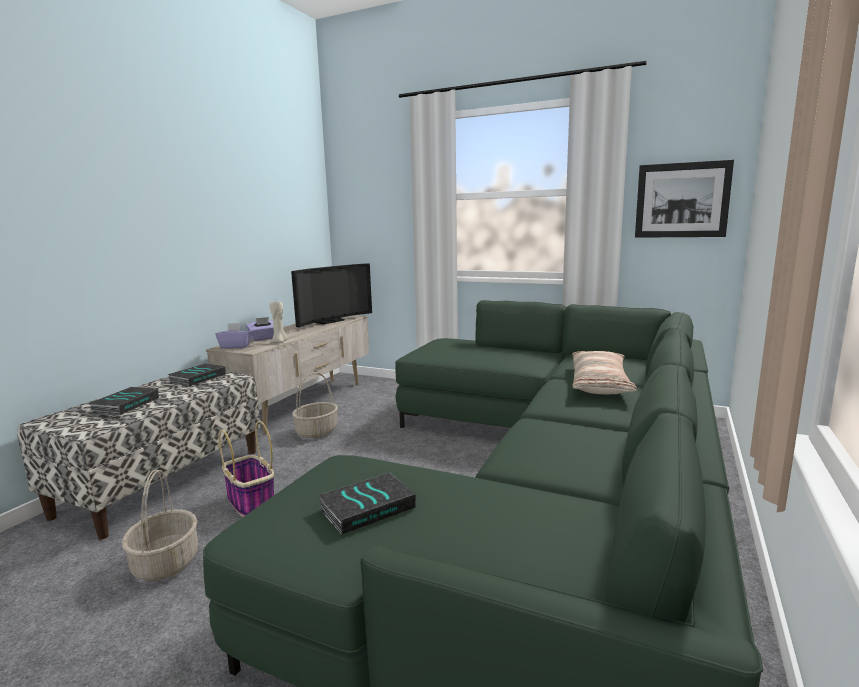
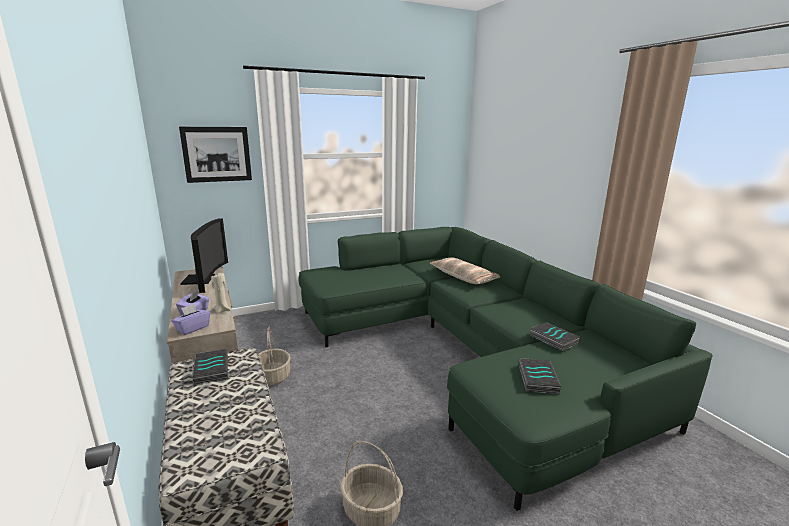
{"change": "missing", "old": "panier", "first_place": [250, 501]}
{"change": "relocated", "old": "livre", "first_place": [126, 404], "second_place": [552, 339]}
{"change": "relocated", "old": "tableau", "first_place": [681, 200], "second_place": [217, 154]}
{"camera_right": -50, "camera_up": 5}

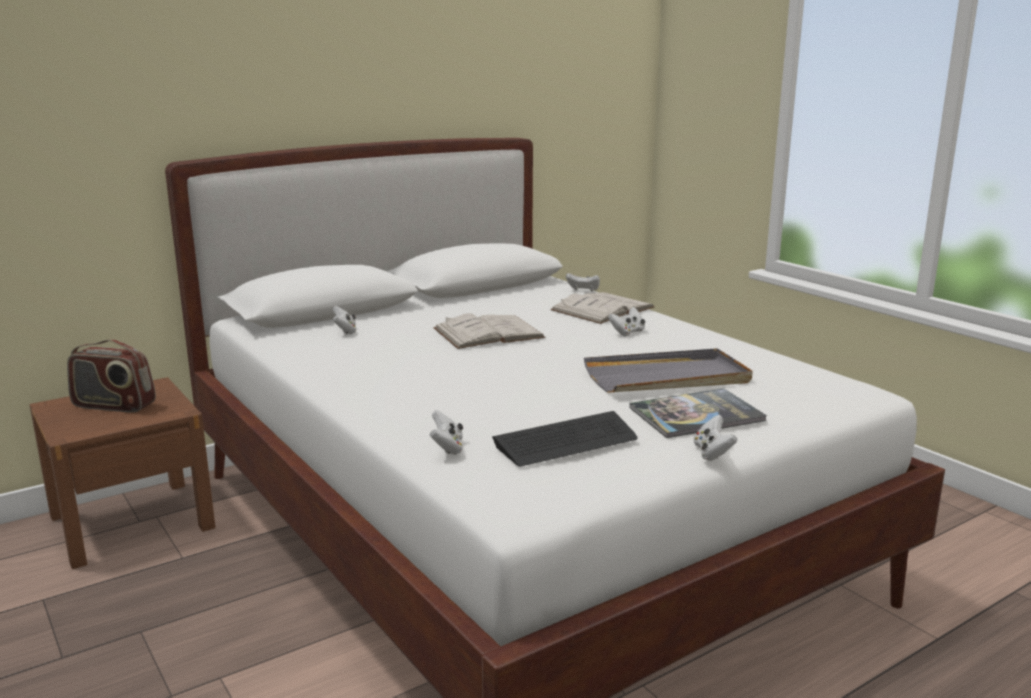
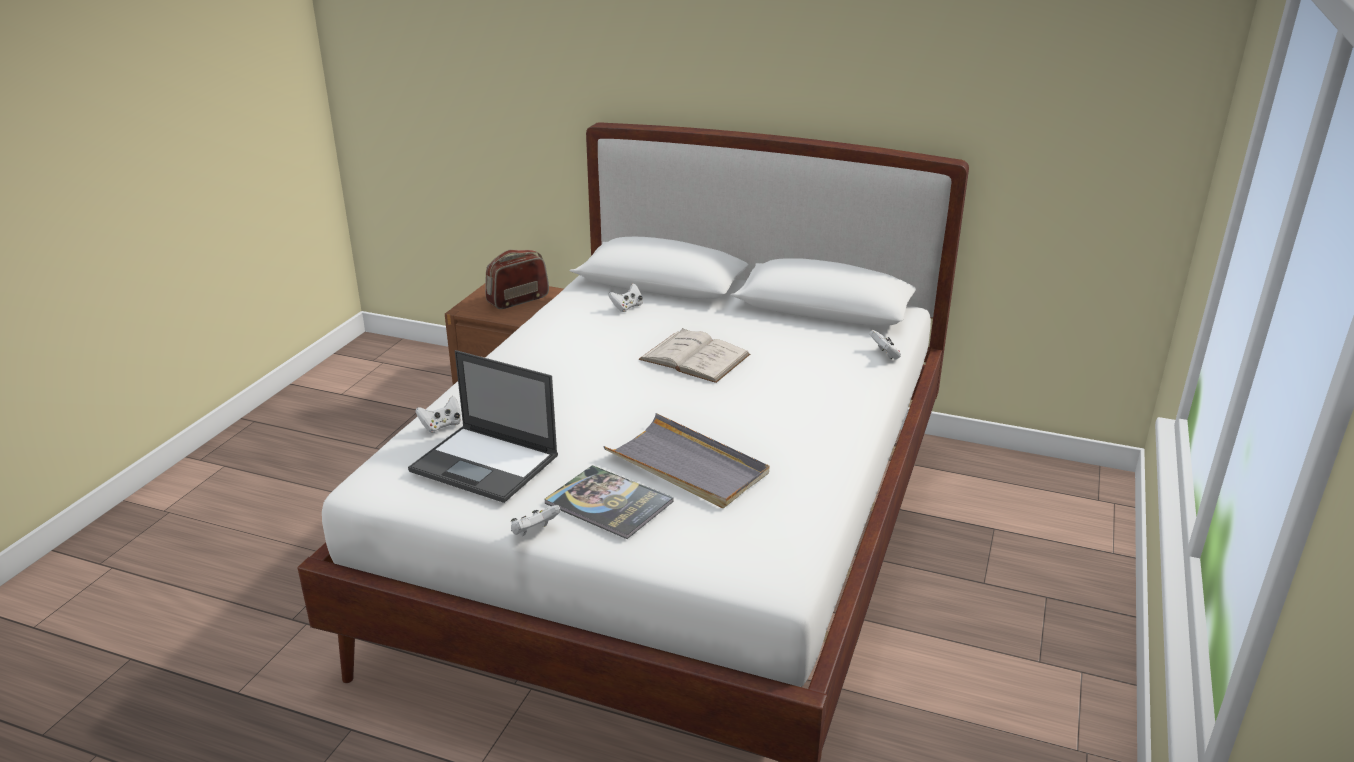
{"change": "missing", "old": "livre/blanc", "first_place": [602, 308]}
{"change": "missing", "old": "manette/blanc", "first_place": [627, 332]}
{"change": "exchanged", "old": "clavier", "new": "ordinateur portable", "first_place": [566, 442], "second_place": [486, 464]}
{"change": "spun", "old": "radio", "first_place": [113, 406], "second_place": [518, 300], "degrees": 75}
{"camera_right": 55, "camera_up": 10}

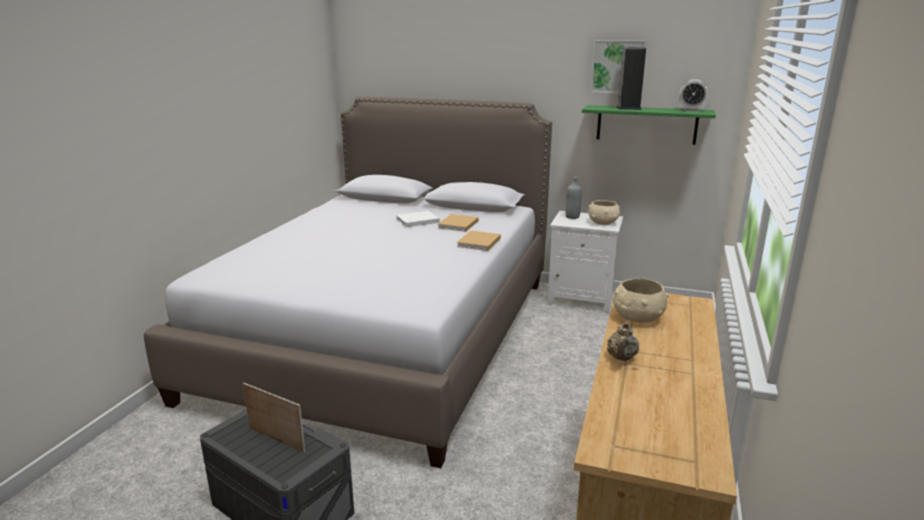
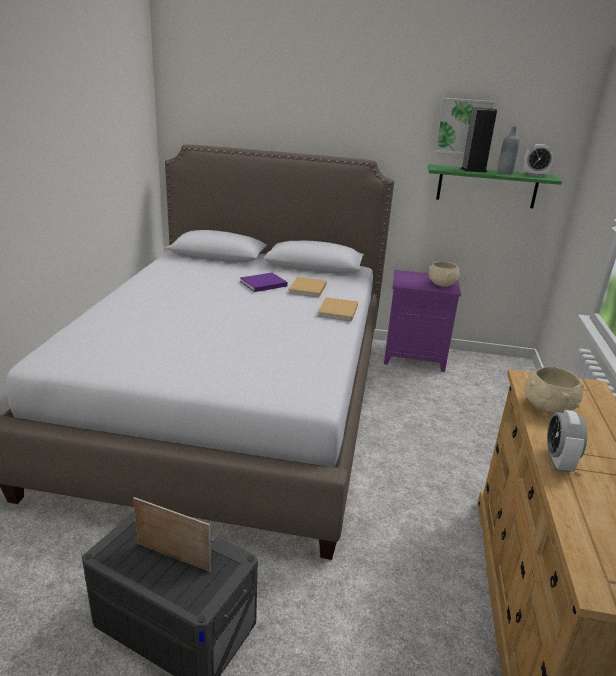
{"change": "relocated", "old": "bouteille/gris", "first_place": [572, 217], "second_place": [504, 172]}
{"change": "exchanged", "old": "théière/beige", "new": "réveil", "first_place": [621, 358], "second_place": [558, 461]}
{"change": "colour", "old": "livre/blanc", "new": "livre/violet", "first_place": [416, 221], "second_place": [262, 284]}
{"change": "colour", "old": "table de chevet/blanc", "new": "table de chevet/violet", "first_place": [582, 299], "second_place": [415, 357]}
{"camera_right": -10, "camera_up": 5}

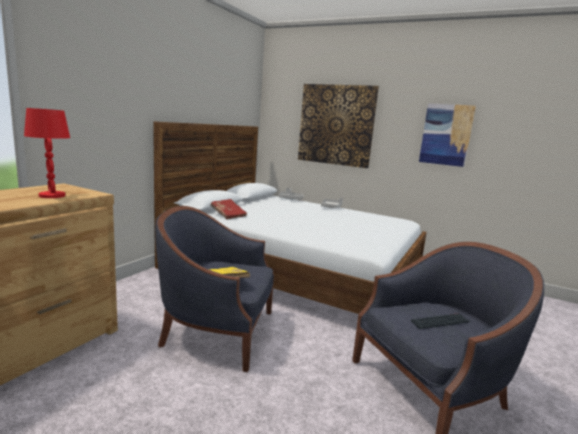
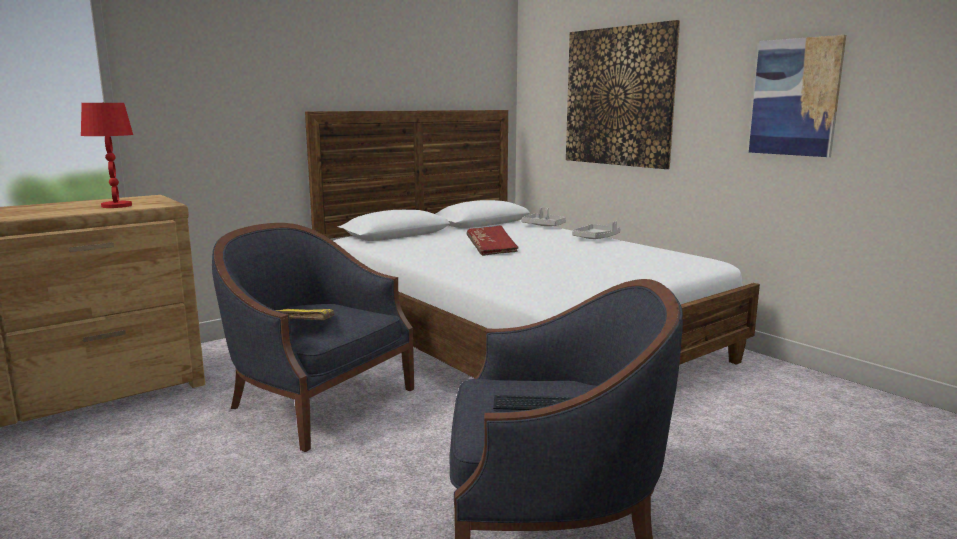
{"change": "relocated", "old": "livre/rouge", "first_place": [228, 215], "second_place": [491, 249]}
{"camera_right": 25, "camera_up": 0}

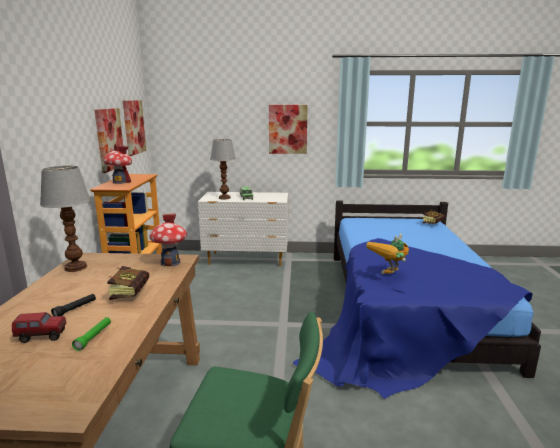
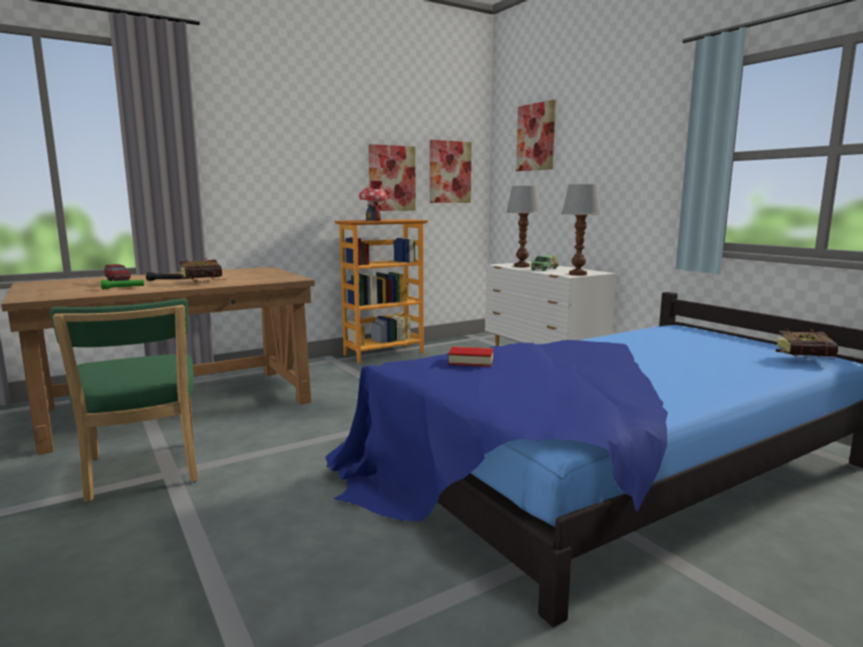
{"change": "missing", "old": "maison miniature", "first_place": [170, 262]}
{"change": "relocated", "old": "lampe de table", "first_place": [76, 267], "second_place": [578, 274]}
{"change": "relocated", "old": "tableau", "first_place": [288, 129], "second_place": [536, 137]}
{"change": "exchanged", "old": "robot jouet", "new": "livre", "first_place": [389, 276], "second_place": [471, 361]}
{"camera_right": 55, "camera_up": -5}

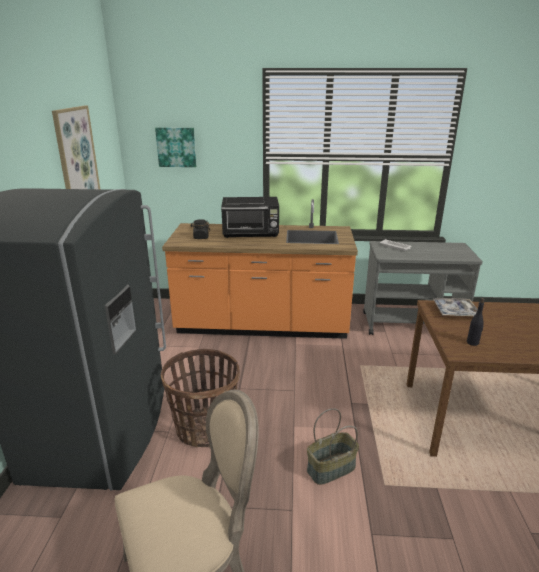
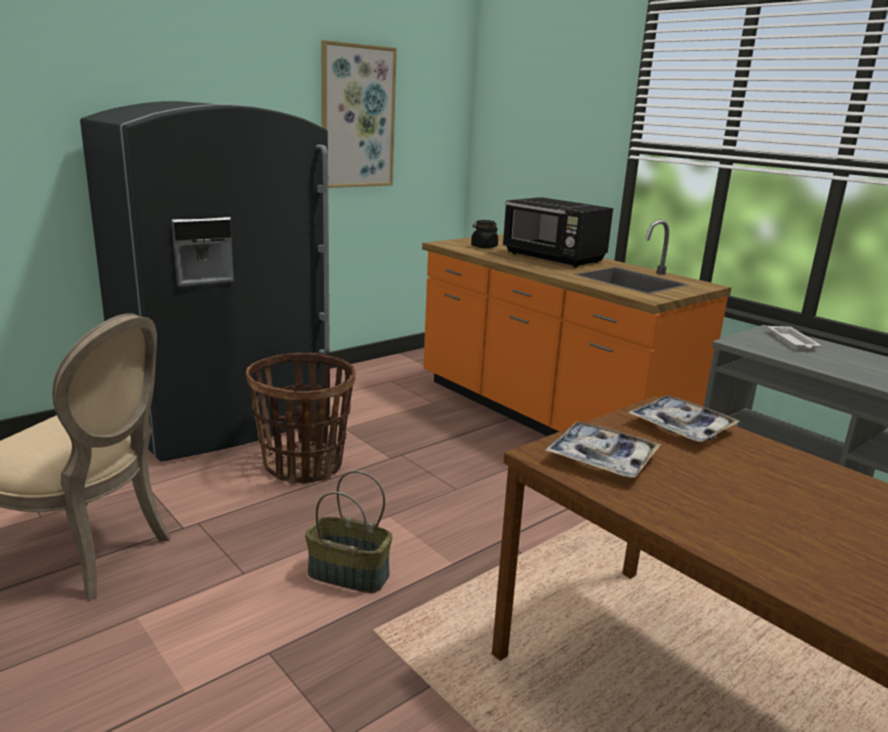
{"change": "missing", "old": "tableau", "first_place": [176, 147]}
{"change": "exchanged", "old": "bouteille/noir", "new": "plateau", "first_place": [473, 342], "second_place": [601, 459]}
{"camera_right": 45, "camera_up": -5}

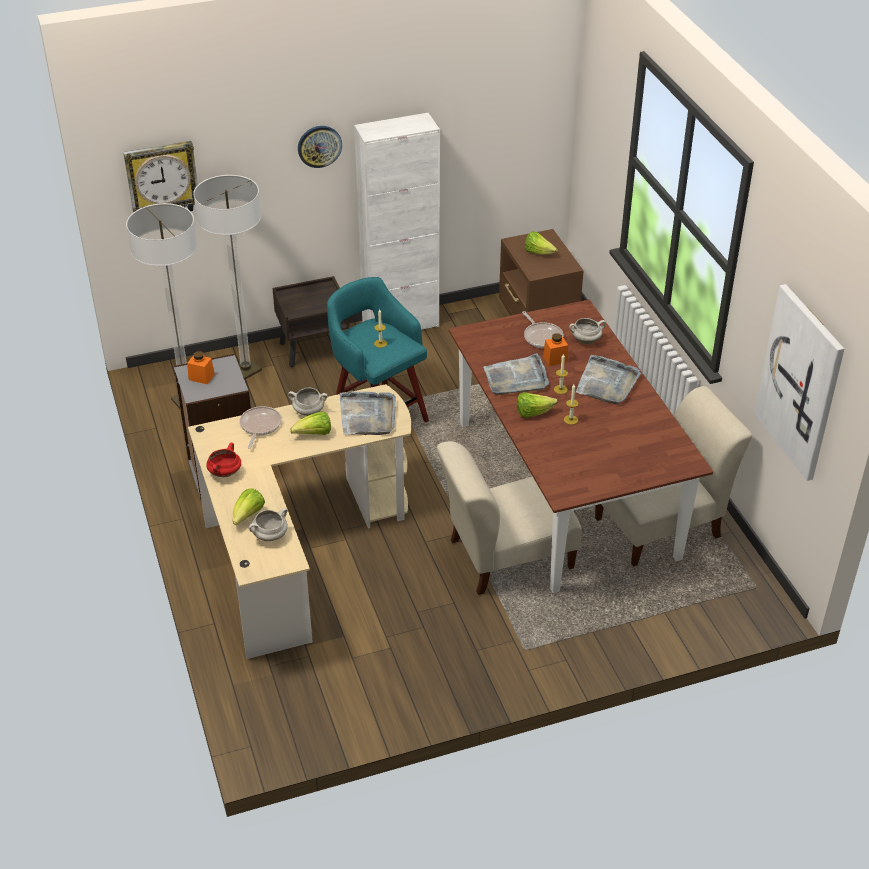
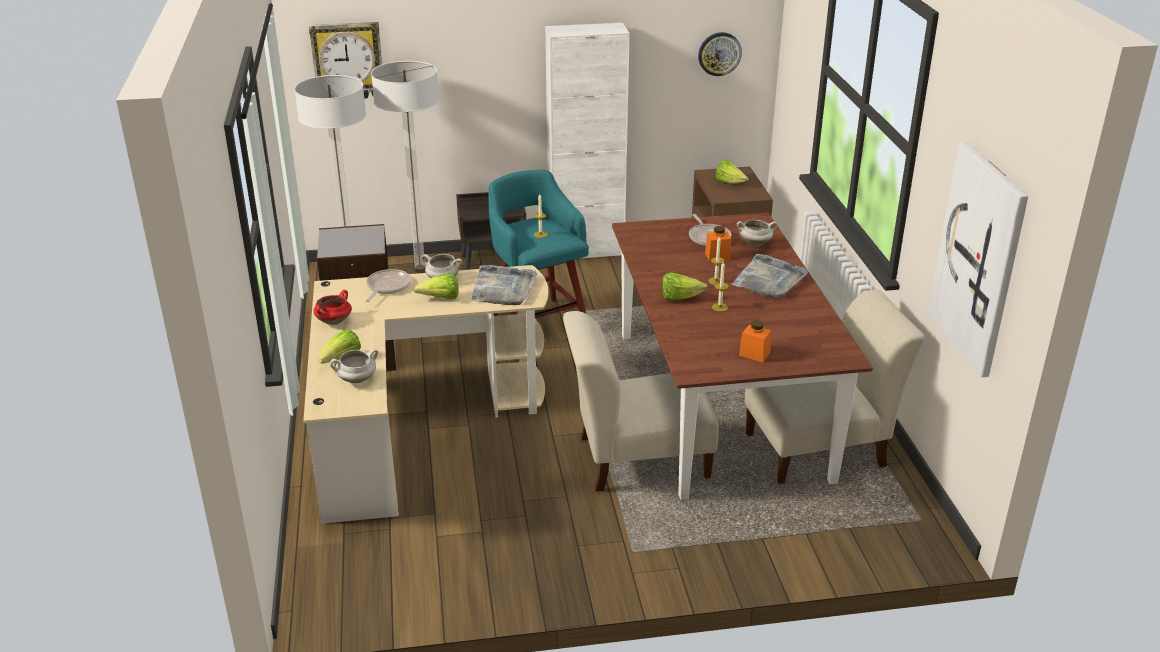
{"change": "missing", "old": "plateau/gris", "first_place": [516, 378]}
{"change": "relocated", "old": "bocal/orange", "first_place": [201, 377], "second_place": [754, 354]}
{"change": "relocated", "old": "horloge murale", "first_place": [319, 146], "second_place": [719, 53]}
{"camera_right": 10, "camera_up": -10}

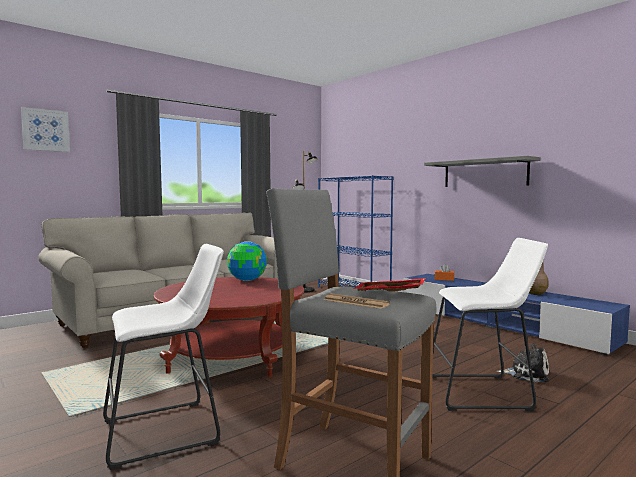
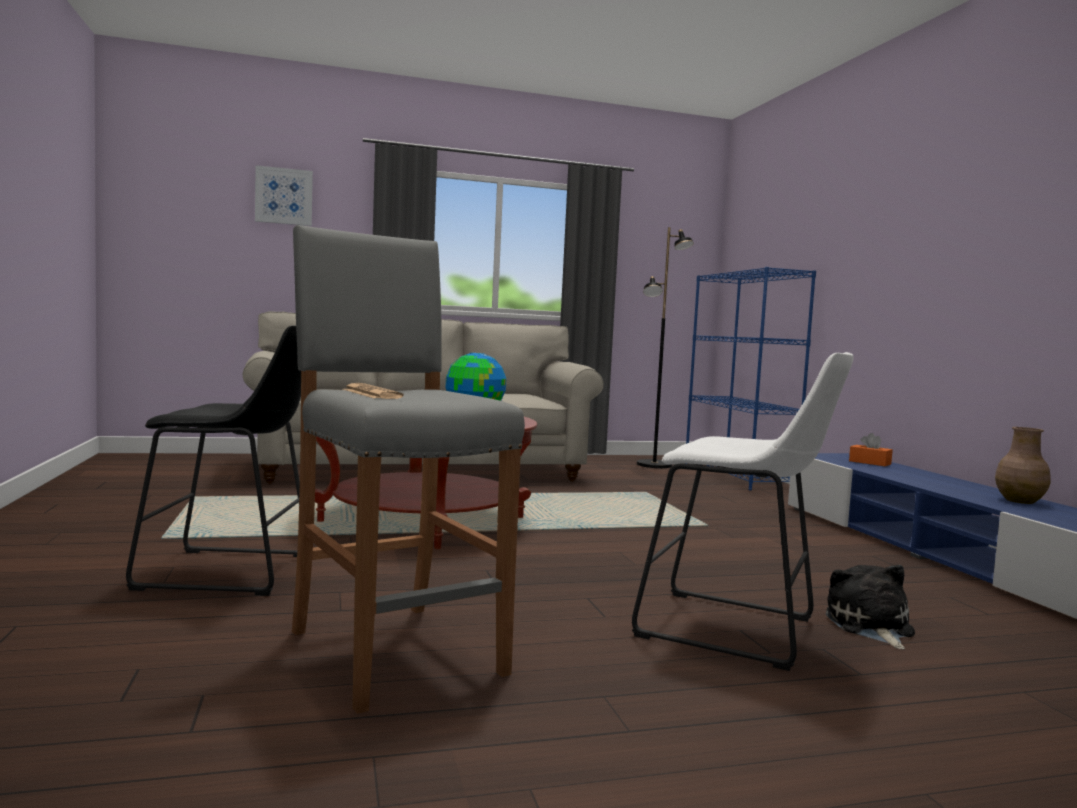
{"change": "missing", "old": "plateau/rouge", "first_place": [389, 294]}
{"change": "missing", "old": "étagère/gris", "first_place": [484, 173]}
{"change": "colour", "old": "tabouret/blanc", "new": "tabouret/noir", "first_place": [168, 431], "second_place": [235, 572]}
{"change": "spun", "old": "peluche", "first_place": [526, 374], "second_place": [870, 626], "degrees": -135}
{"camera_right": 25, "camera_up": 0}

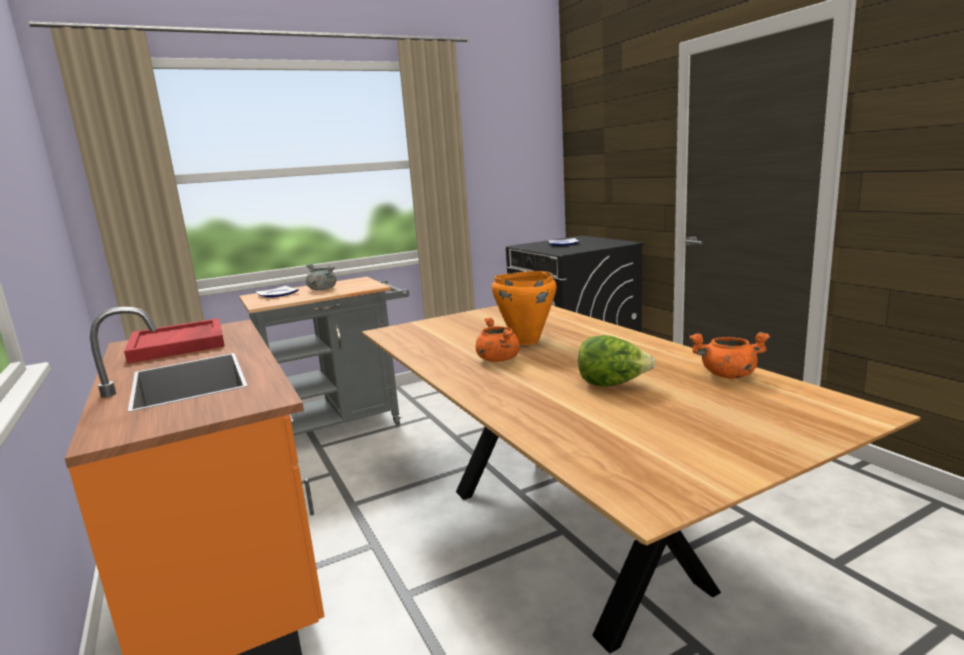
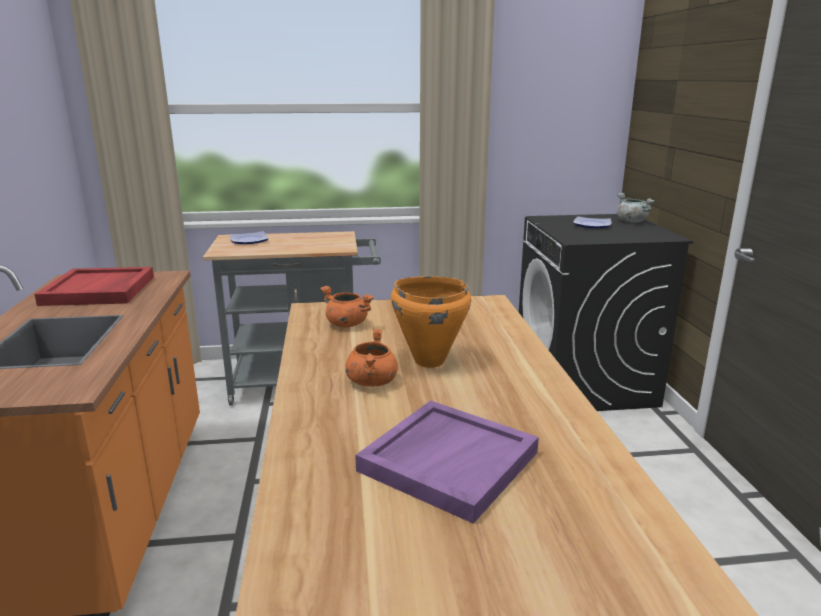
{"change": "relocated", "old": "marmite/gris", "first_place": [322, 289], "second_place": [631, 221]}
{"change": "relocated", "old": "marmite/orange", "first_place": [728, 375], "second_place": [346, 324]}
{"change": "exchanged", "old": "laitue", "new": "plateau/violet", "first_place": [612, 384], "second_place": [448, 460]}
{"camera_right": 20, "camera_up": 5}

